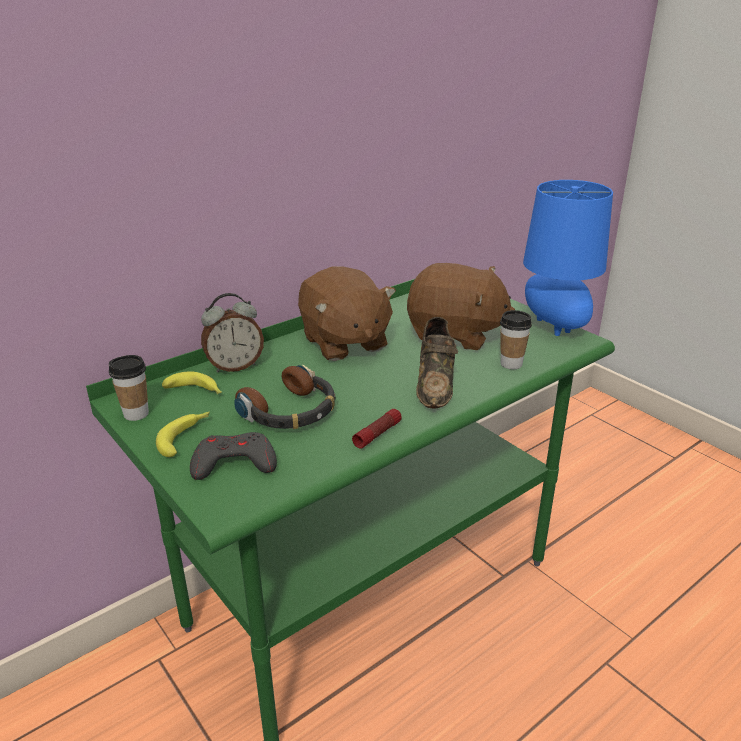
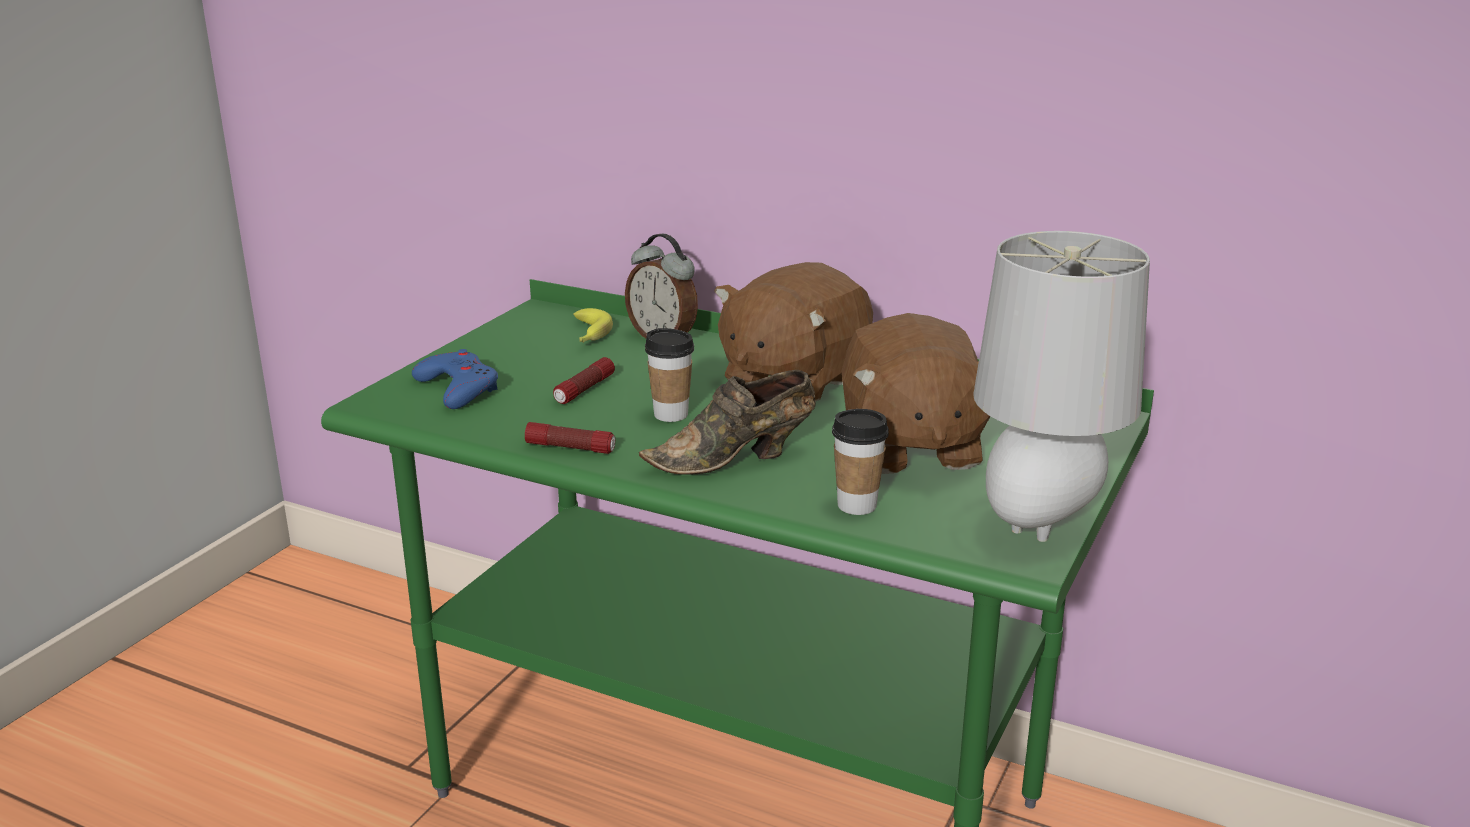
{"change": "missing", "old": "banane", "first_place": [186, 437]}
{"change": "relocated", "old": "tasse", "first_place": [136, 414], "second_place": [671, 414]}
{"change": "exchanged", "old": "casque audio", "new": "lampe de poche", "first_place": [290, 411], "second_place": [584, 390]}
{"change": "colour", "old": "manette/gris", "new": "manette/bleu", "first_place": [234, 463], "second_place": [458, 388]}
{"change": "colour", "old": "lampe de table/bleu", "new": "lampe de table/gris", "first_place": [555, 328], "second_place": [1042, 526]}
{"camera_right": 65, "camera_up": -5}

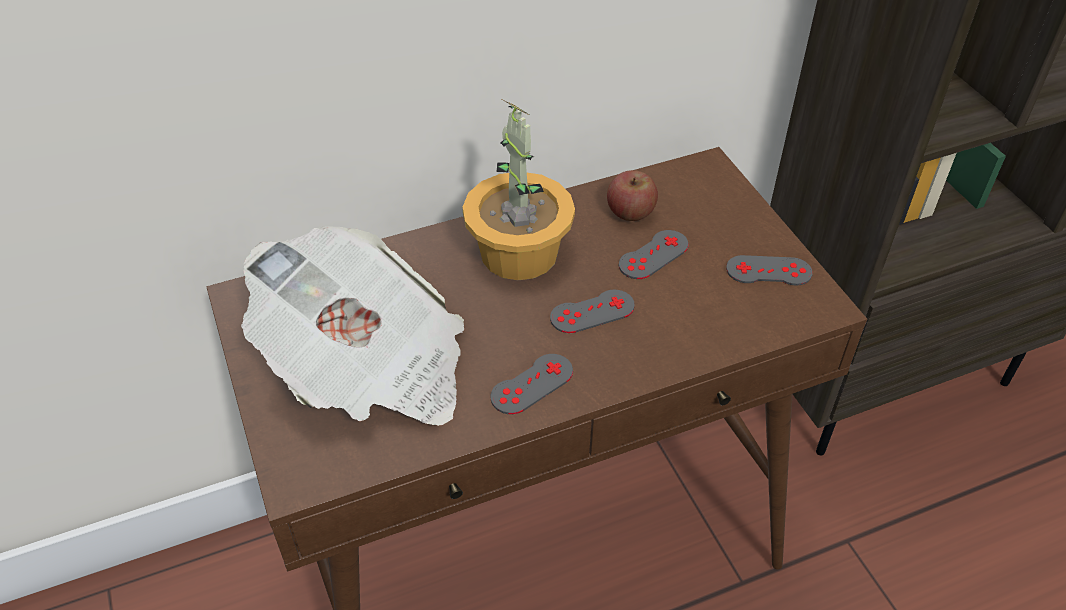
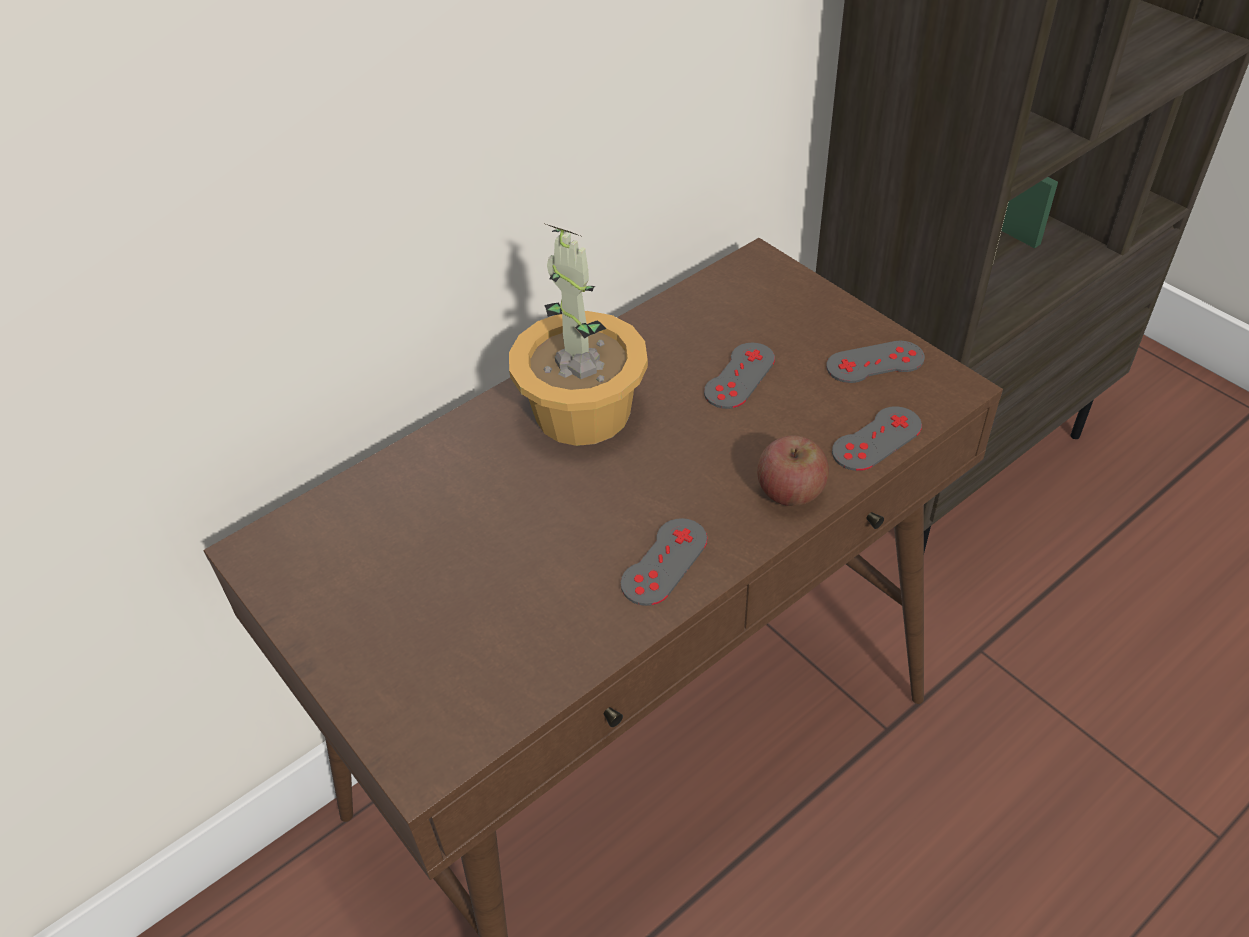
{"change": "missing", "old": "journal", "first_place": [369, 366]}
{"change": "relocated", "old": "manette/gris", "first_place": [592, 312], "second_place": [876, 439]}
{"change": "relocated", "old": "pomme", "first_place": [630, 212], "second_place": [790, 491]}
{"camera_right": -15, "camera_up": 0}

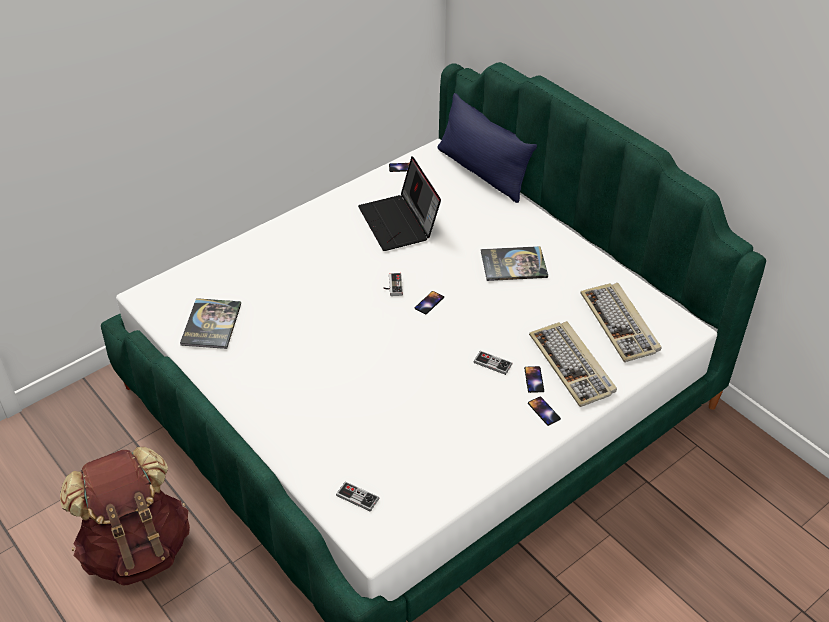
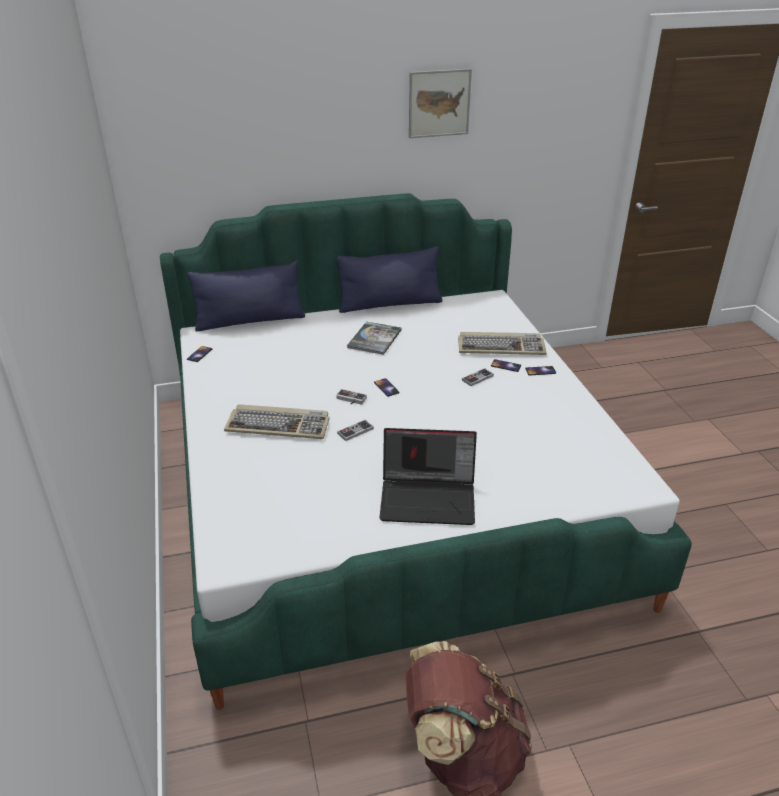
{"change": "missing", "old": "livre", "first_place": [211, 324]}
{"change": "appeared", "new": "coussin/bleu", "second_place": [389, 304]}
{"change": "appeared", "new": "tableau", "second_place": [439, 103]}
{"change": "relocated", "old": "manette", "first_place": [357, 497], "second_place": [355, 431]}
{"change": "relocated", "old": "ordinateur portable", "first_place": [399, 223], "second_place": [429, 498]}
{"change": "relocated", "old": "clavier", "first_place": [620, 324], "second_place": [279, 425]}
{"camera_right": -65, "camera_up": -10}

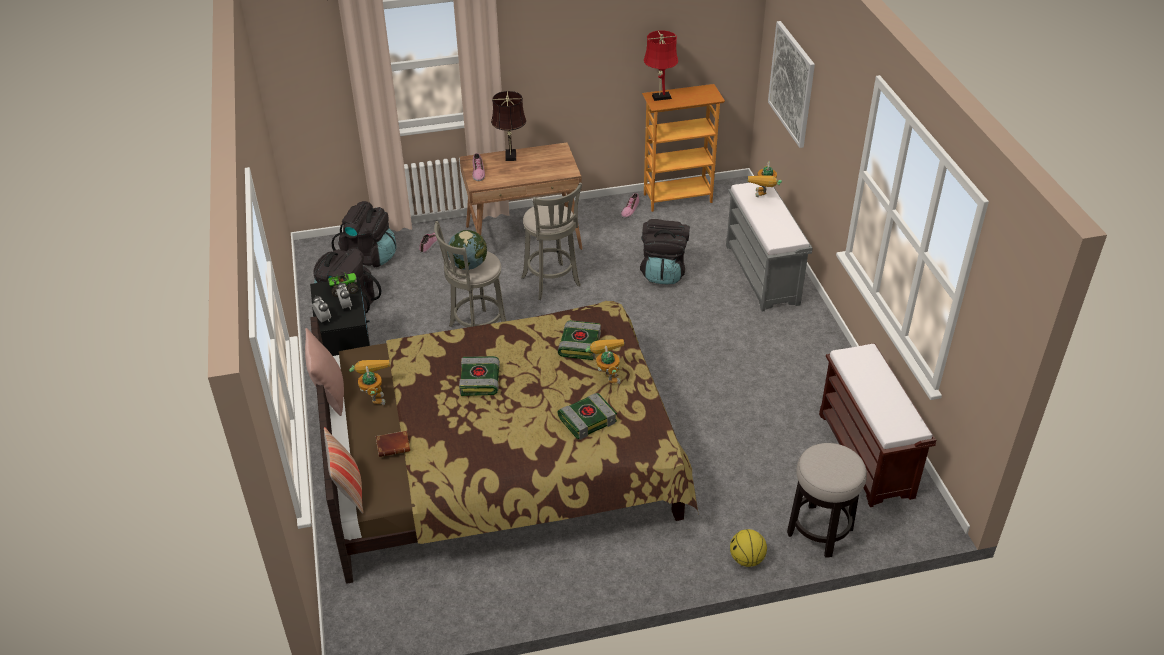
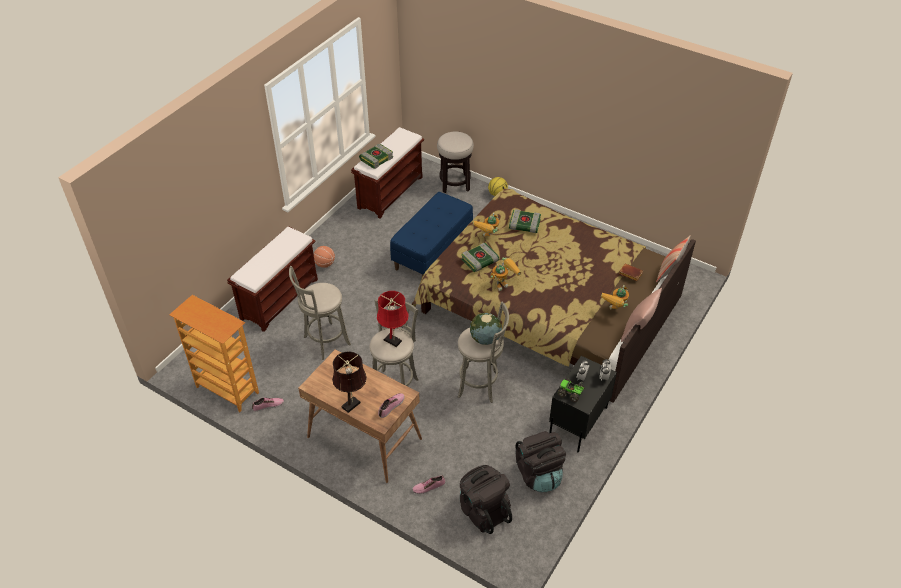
{"change": "missing", "old": "tableau", "first_place": [792, 83]}
{"change": "appeared", "new": "ballon de basket", "second_place": [324, 264]}
{"change": "appeared", "new": "banc/bleu", "second_place": [433, 252]}
{"change": "relocated", "old": "livre", "first_place": [480, 381], "second_place": [376, 158]}
{"change": "relocated", "old": "lampe de table/rouge", "first_place": [659, 97], "second_place": [394, 341]}
{"change": "relocated", "old": "robot jouet", "first_place": [763, 197], "second_place": [504, 283]}
{"change": "exchanged", "old": "sac à dos/noir", "new": "tabouret/gris", "first_place": [663, 272], "second_place": [324, 342]}
{"change": "colour", "old": "banc/gris", "new": "banc/marron", "first_place": [763, 275], "second_place": [279, 298]}
{"camera_right": -135, "camera_up": 5}

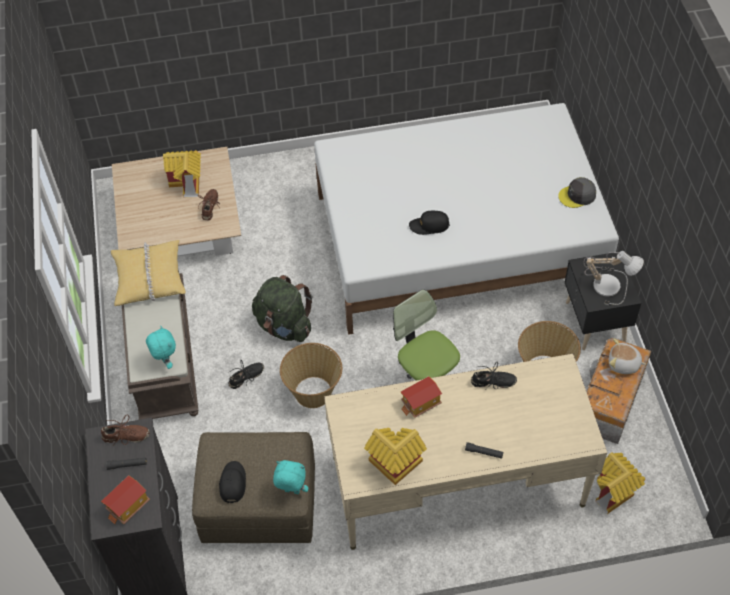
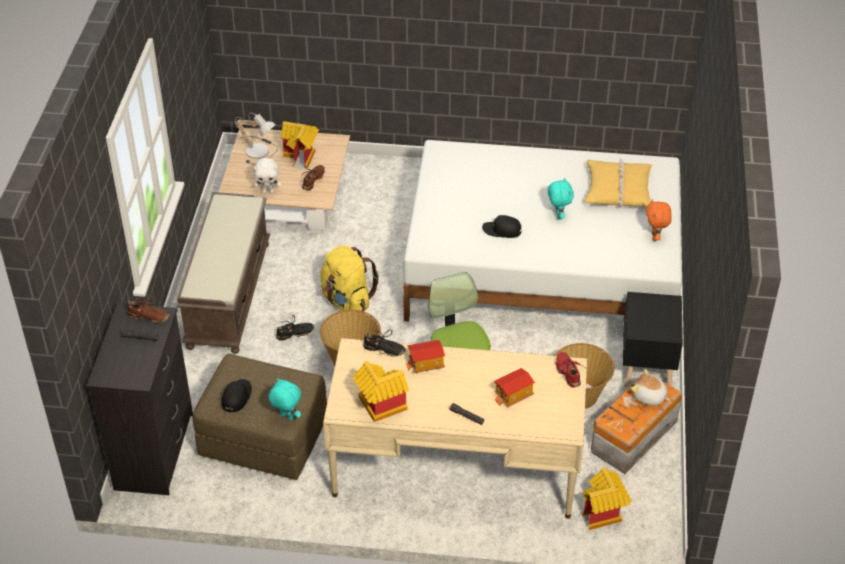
{"change": "appeared", "new": "peluche/blanc", "second_place": [268, 191]}
{"change": "appeared", "new": "chaussure/rouge", "second_place": [568, 372]}
{"change": "relocated", "old": "maison miniature", "first_place": [128, 506], "second_place": [513, 395]}
{"change": "relocated", "old": "coussin/jaune", "first_place": [149, 278], "second_place": [617, 190]}
{"change": "relocated", "old": "peluche/turquoise", "first_place": [165, 361], "second_place": [558, 215]}
{"change": "relocated", "old": "chaussure/noir", "first_place": [493, 382], "second_place": [384, 350]}
{"change": "relocated", "old": "lampe de table", "first_place": [609, 284], "second_place": [260, 150]}
{"change": "exchanged", "old": "casquette/gris", "new": "peluche/orange", "first_place": [577, 196], "second_place": [655, 237]}
{"change": "colour", "old": "sac à dos/vert", "new": "sac à dos/jaune", "first_place": [284, 326], "second_place": [347, 300]}
{"camera_right": 15, "camera_up": -10}

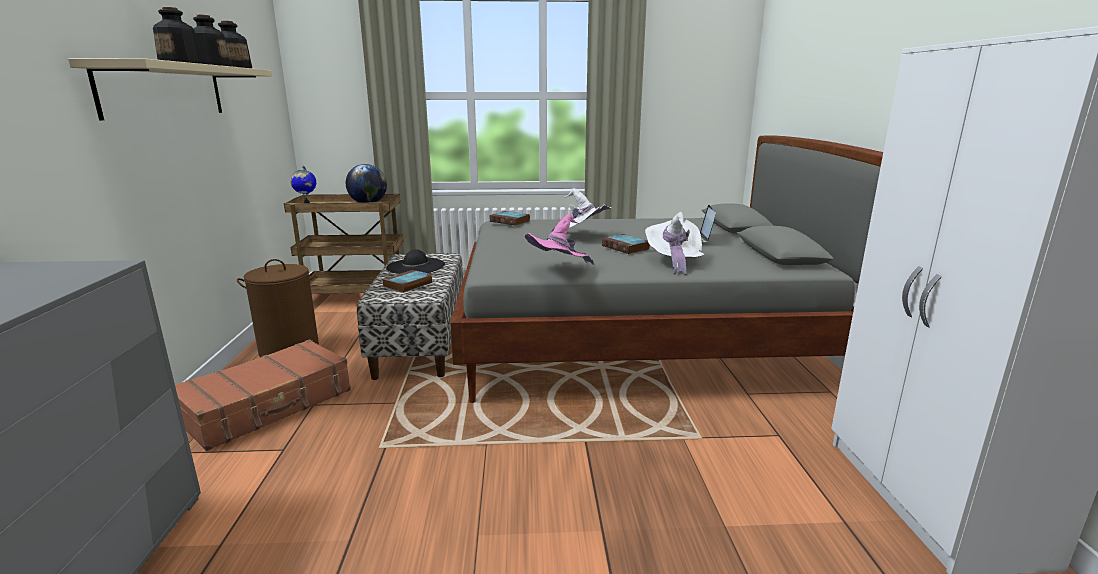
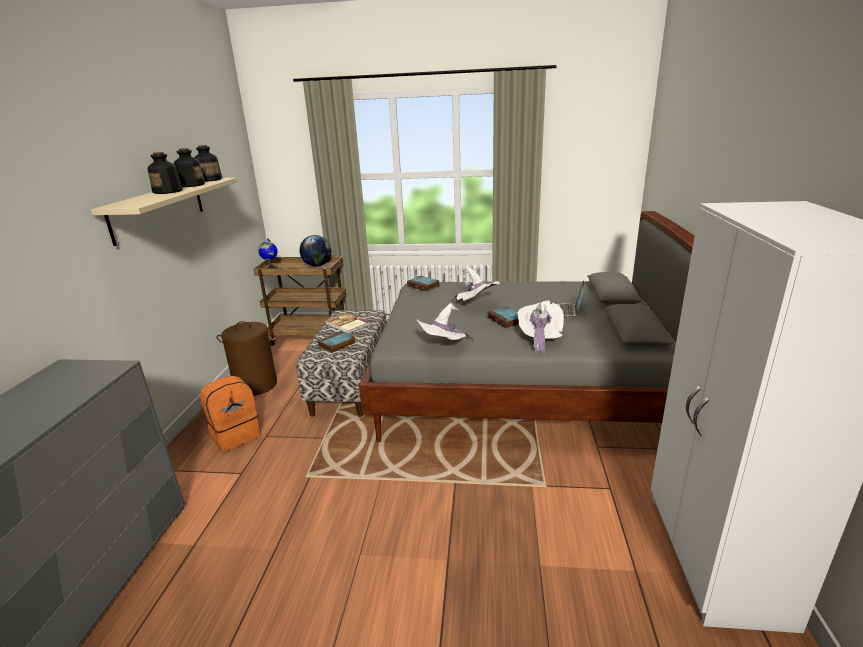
{"change": "exchanged", "old": "valise/marron", "new": "sac à dos/orange", "first_place": [268, 406], "second_place": [236, 435]}
{"change": "exchanged", "old": "chapeau/noir", "new": "livre", "first_place": [415, 266], "second_place": [347, 324]}
{"change": "colour", "old": "chapeau/rose", "new": "chapeau/blanc", "first_place": [559, 271], "second_place": [443, 347]}
{"camera_right": 10, "camera_up": 5}

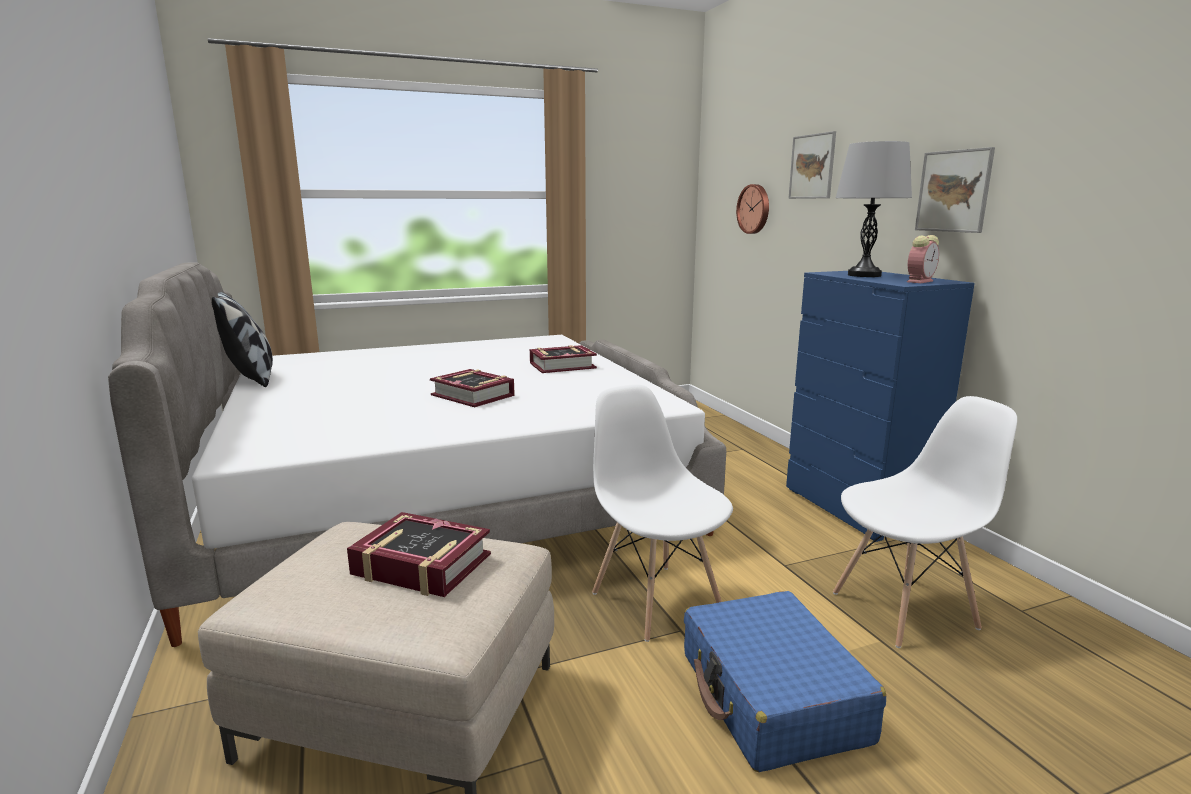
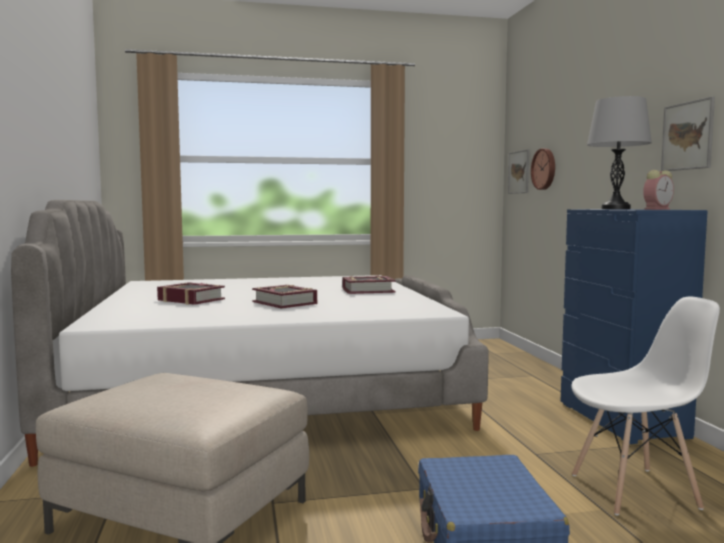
{"change": "missing", "old": "coussin", "first_place": [249, 378]}
{"change": "missing", "old": "chaise/blanc", "first_place": [655, 600]}
{"change": "relocated", "old": "livre", "first_place": [421, 565], "second_place": [191, 300]}
{"change": "relocated", "old": "tableau", "first_place": [812, 166], "second_place": [519, 172]}
{"camera_right": 10, "camera_up": -10}

